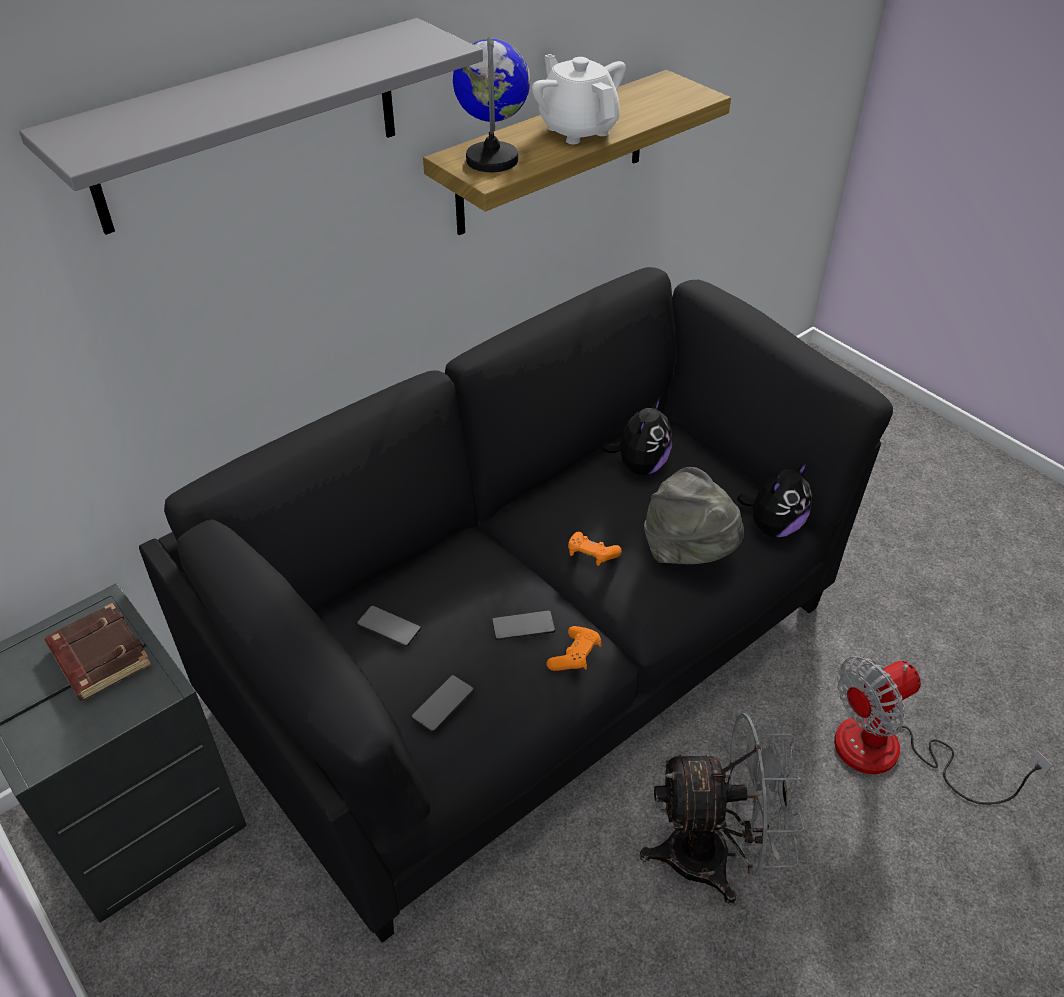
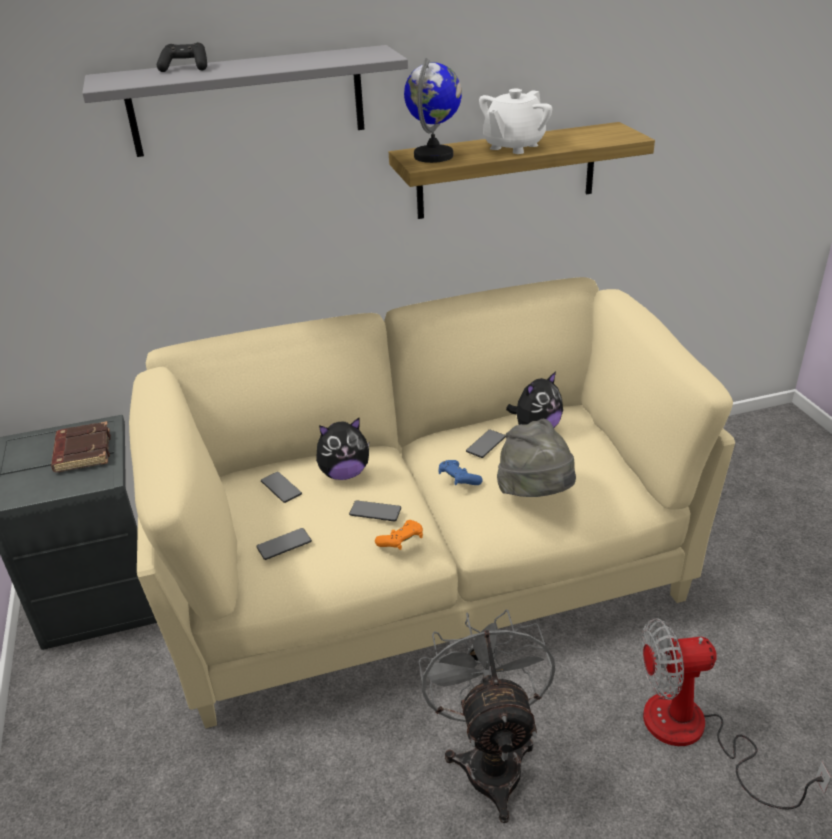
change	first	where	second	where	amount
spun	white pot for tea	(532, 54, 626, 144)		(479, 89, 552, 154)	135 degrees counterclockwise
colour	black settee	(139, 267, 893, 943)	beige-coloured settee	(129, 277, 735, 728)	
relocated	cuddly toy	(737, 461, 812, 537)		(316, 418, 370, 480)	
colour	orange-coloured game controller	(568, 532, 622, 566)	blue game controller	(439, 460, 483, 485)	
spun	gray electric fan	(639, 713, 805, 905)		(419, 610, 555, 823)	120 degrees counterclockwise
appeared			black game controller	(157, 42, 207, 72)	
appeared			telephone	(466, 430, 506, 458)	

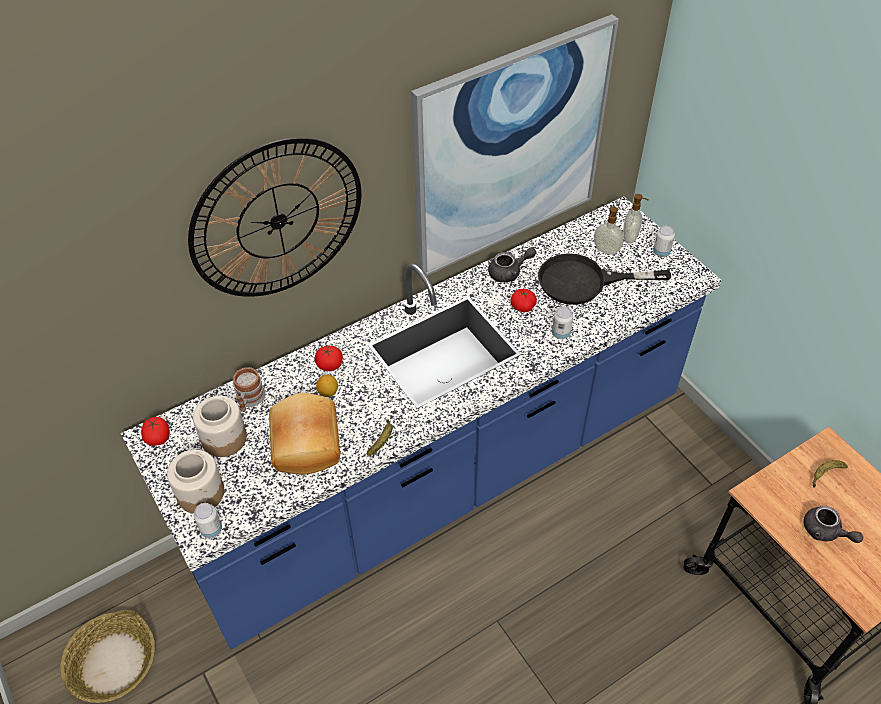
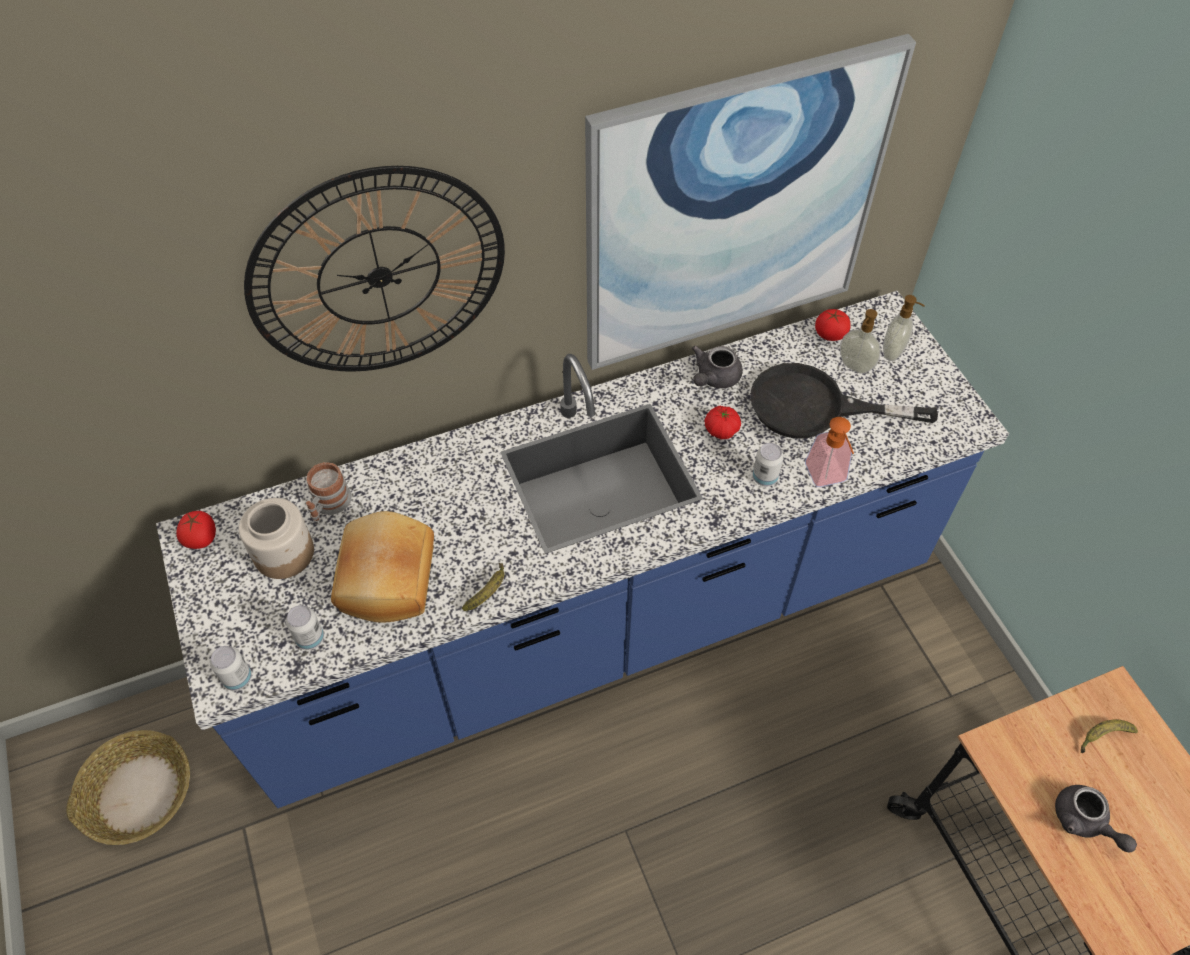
change	first	where	second	where	amount
relocated	sealed can	(653, 226, 675, 257)		(286, 605, 324, 650)	
spun	gray pot for tea	(488, 247, 536, 282)		(692, 346, 743, 388)	135 degrees clockwise
relocated	fresh tomato	(315, 346, 343, 371)		(815, 309, 851, 341)	
missing	lemon	(316, 375, 338, 397)			
missing	storage jar	(167, 450, 224, 513)			
appeared			soap bottle	(805, 417, 854, 487)	

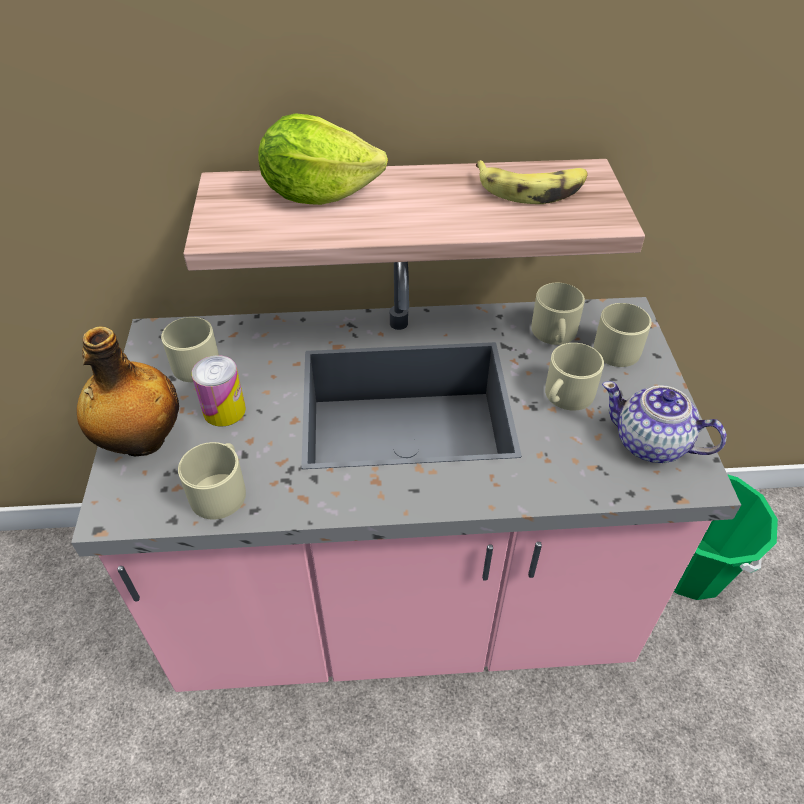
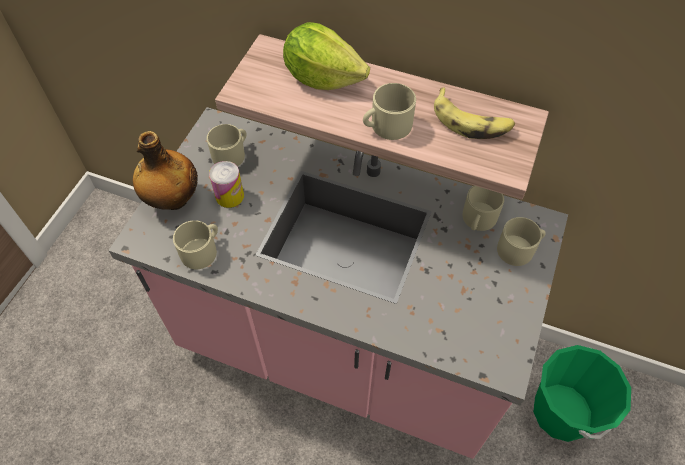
change	first	where	second	where	amount
relocated	beige-coloured tea mug	(545, 343, 604, 411)		(363, 83, 416, 140)	
missing	pot for tea	(602, 381, 727, 463)			

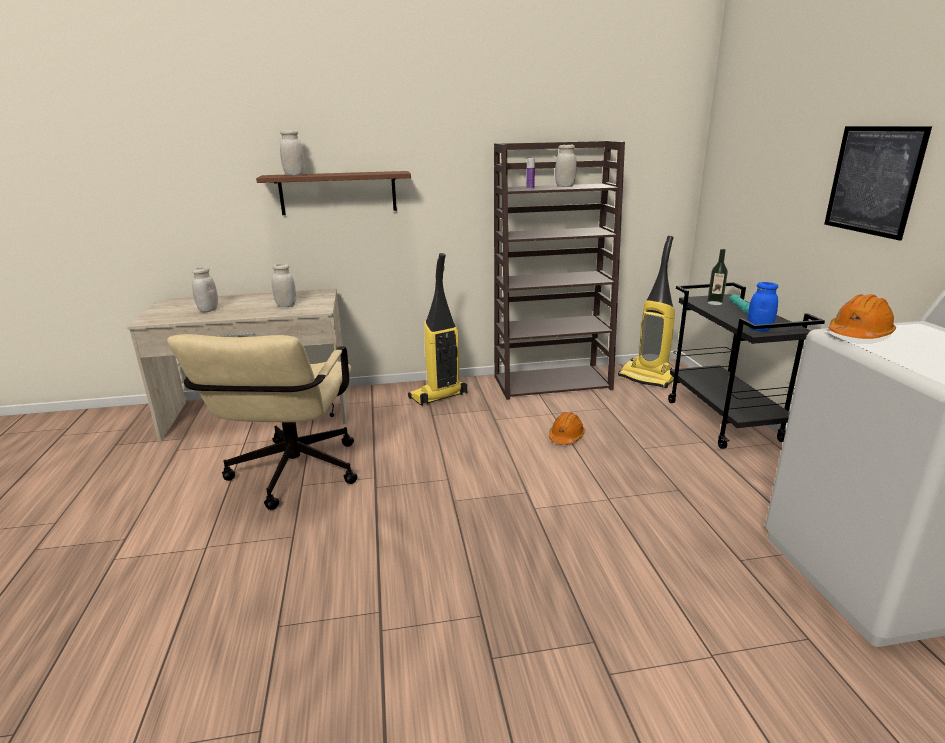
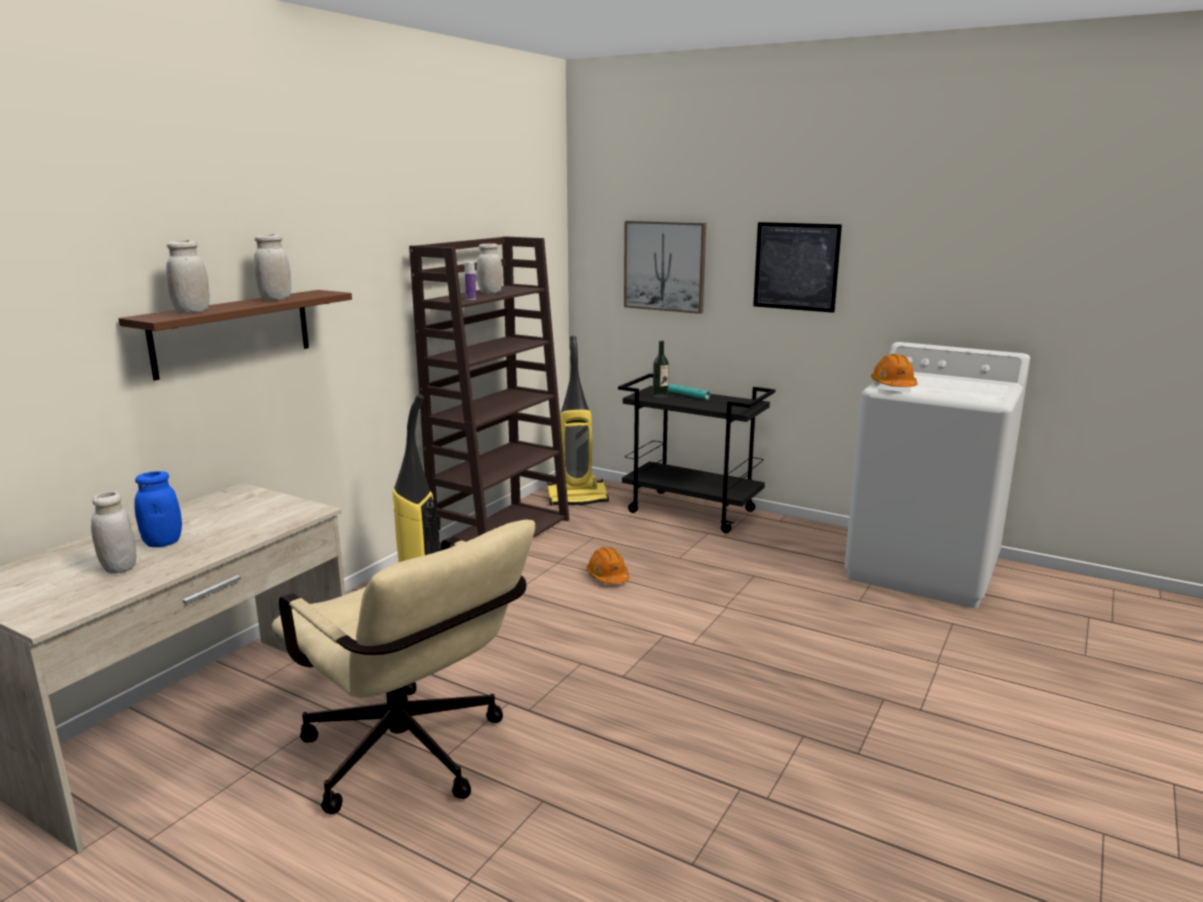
change	first	where	second	where	amount
relocated	white storage jar	(272, 264, 296, 307)		(254, 234, 291, 300)	
relocated	blue storage jar	(748, 282, 778, 331)		(134, 471, 182, 547)	
appeared			picture	(624, 221, 706, 314)	

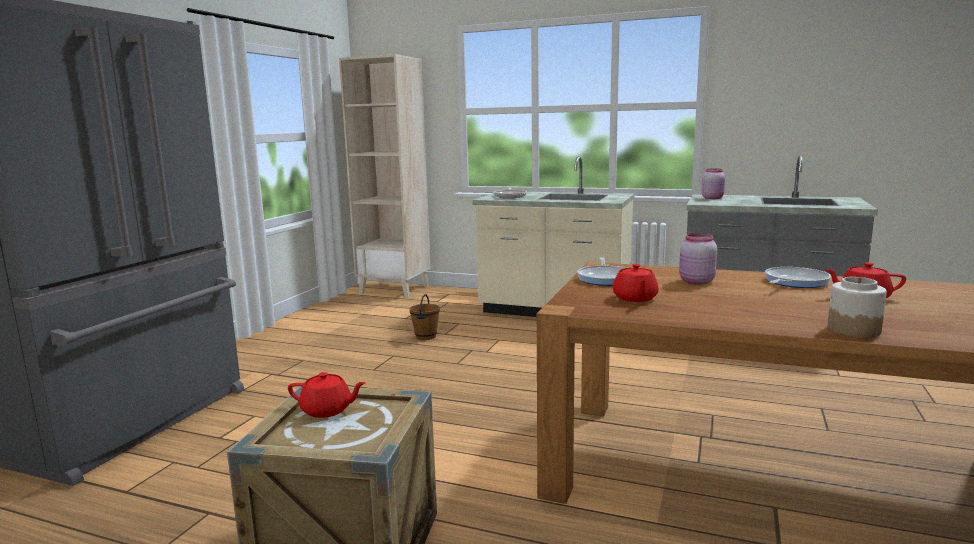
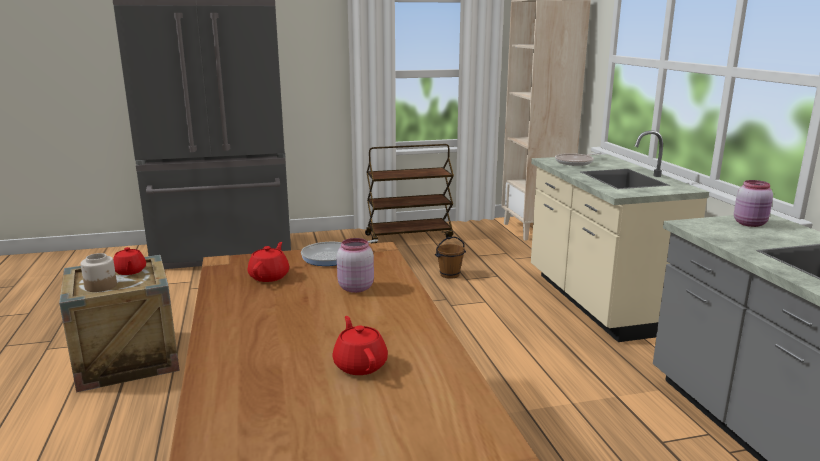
change	first	where	second	where	amount
spun	red pot for tea	(613, 264, 659, 302)		(248, 242, 289, 282)	135 degrees clockwise
missing	frying pan	(765, 267, 831, 288)			
relocated	storage jar	(827, 277, 887, 338)		(81, 253, 117, 292)	
appeared			brownish cart	(365, 144, 454, 243)	

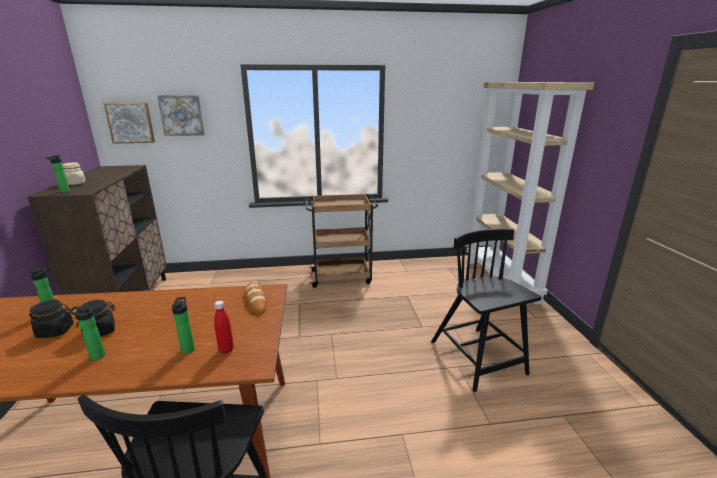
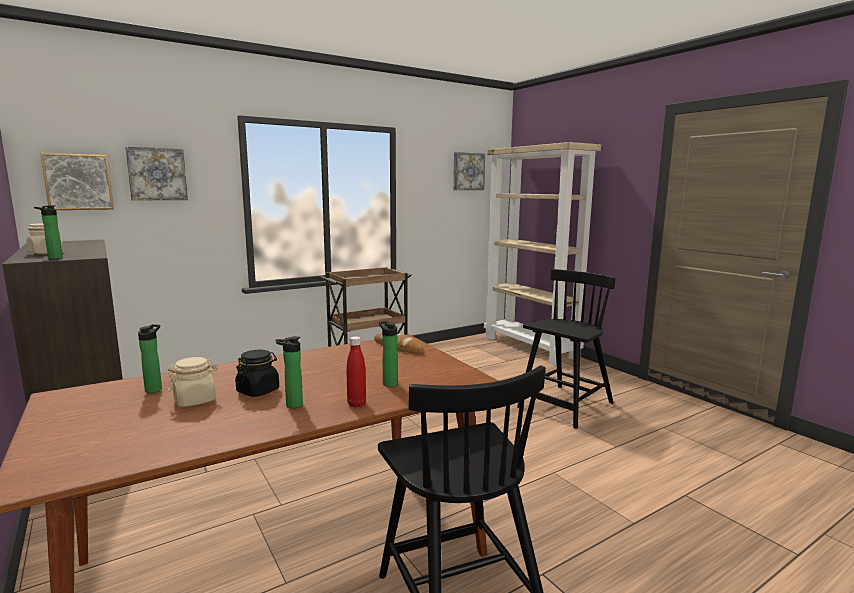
change	first	where	second	where	amount
spun	black upright chair	(431, 228, 542, 392)		(517, 269, 615, 429)	90 degrees clockwise
colour	black storage jar	(29, 300, 74, 338)	beige-coloured storage jar	(168, 357, 218, 407)	
relocated	red bottle	(214, 301, 233, 354)		(347, 336, 366, 408)	
appeared			picture	(453, 152, 485, 190)	

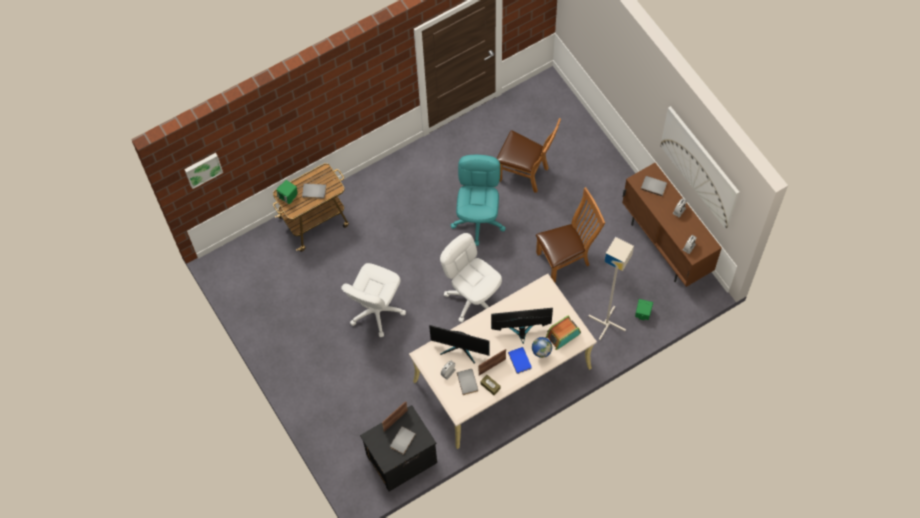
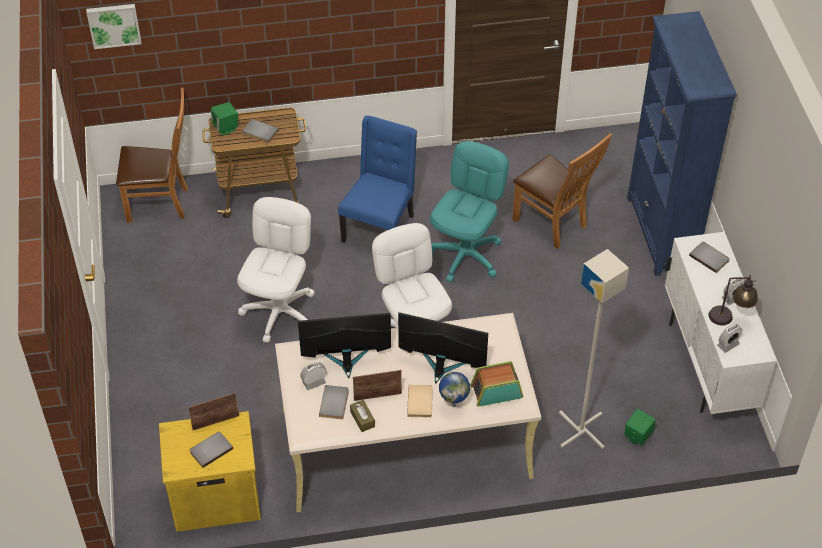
change	first	where	second	where	amount
missing	picture	(660, 106, 740, 229)			
colour	brownish cabinet	(622, 163, 722, 287)	white cabinet	(665, 232, 776, 414)	
relocated	brownish upright chair	(536, 187, 605, 282)		(116, 88, 188, 223)	
spun	white office chair	(341, 263, 406, 337)		(237, 197, 315, 343)	150 degrees clockwise
spun	monitor	(429, 325, 490, 364)		(298, 313, 391, 378)	135 degrees clockwise
colour	blue book	(508, 347, 532, 374)	beige-coloured book	(407, 385, 433, 418)	
colour	black nightstand	(360, 405, 437, 492)	yellowish nightstand	(159, 411, 261, 532)	
appeared			blue bookcase	(627, 11, 737, 276)	
appeared			blue upright chair	(338, 116, 417, 243)	
appeared			tabletop lamp	(709, 275, 758, 326)	

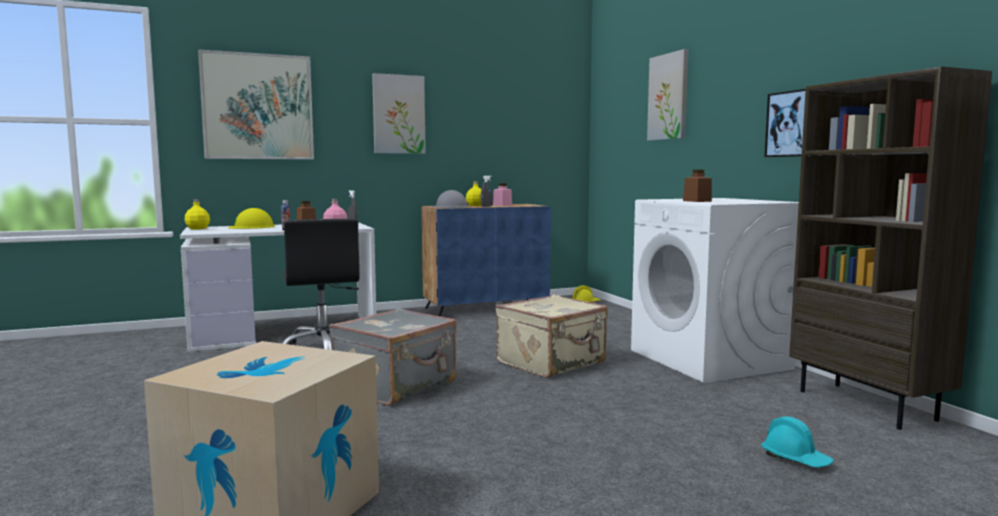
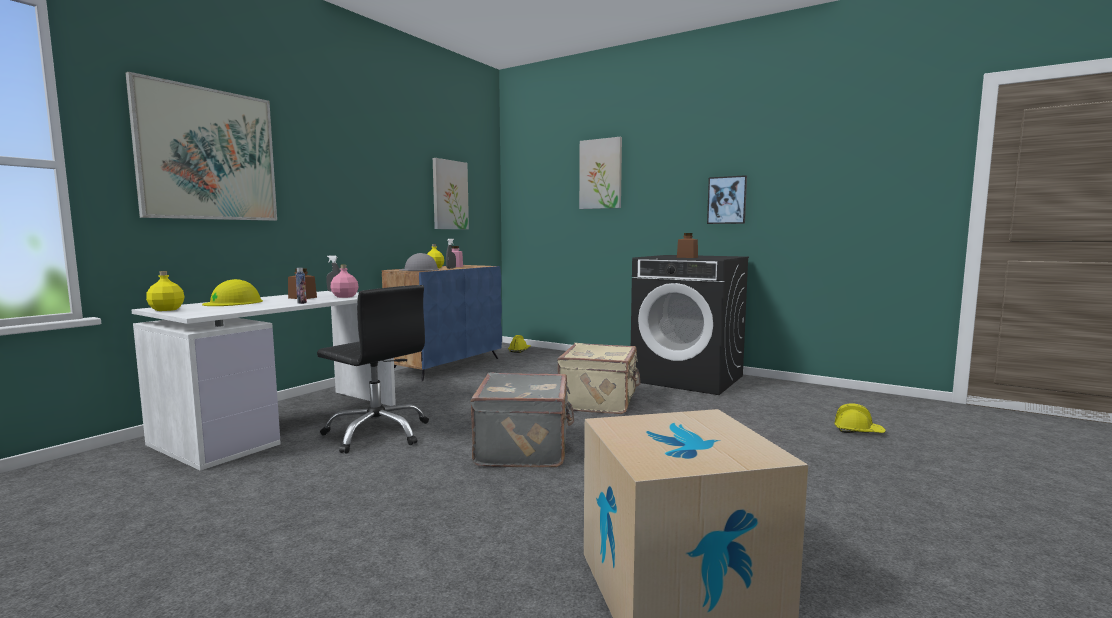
change	first	where	second	where	amount
missing	brownish bookcase	(789, 67, 992, 430)			
relocated	picture	(372, 73, 426, 154)		(433, 158, 469, 229)	
colour	white laundry appliance	(631, 198, 799, 383)	black laundry appliance	(631, 255, 749, 395)	
colour	blue-green safety helmet	(761, 417, 834, 468)	yellowish safety helmet	(834, 403, 886, 433)	

